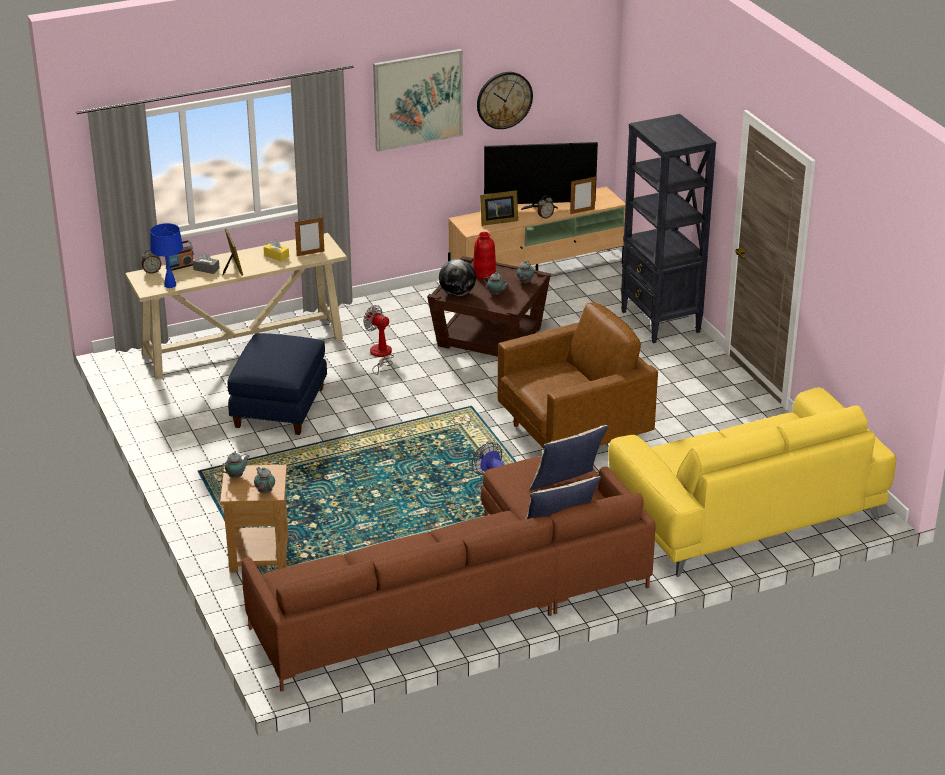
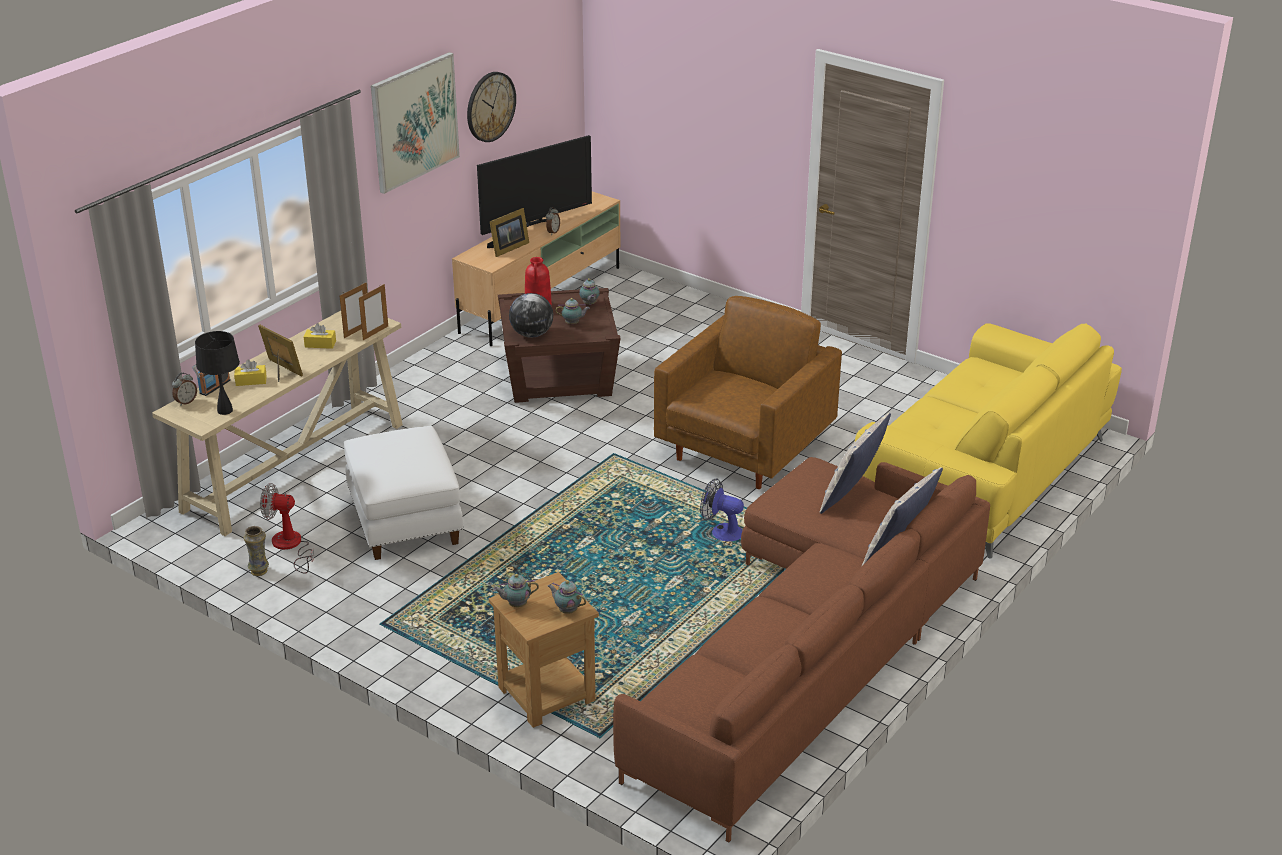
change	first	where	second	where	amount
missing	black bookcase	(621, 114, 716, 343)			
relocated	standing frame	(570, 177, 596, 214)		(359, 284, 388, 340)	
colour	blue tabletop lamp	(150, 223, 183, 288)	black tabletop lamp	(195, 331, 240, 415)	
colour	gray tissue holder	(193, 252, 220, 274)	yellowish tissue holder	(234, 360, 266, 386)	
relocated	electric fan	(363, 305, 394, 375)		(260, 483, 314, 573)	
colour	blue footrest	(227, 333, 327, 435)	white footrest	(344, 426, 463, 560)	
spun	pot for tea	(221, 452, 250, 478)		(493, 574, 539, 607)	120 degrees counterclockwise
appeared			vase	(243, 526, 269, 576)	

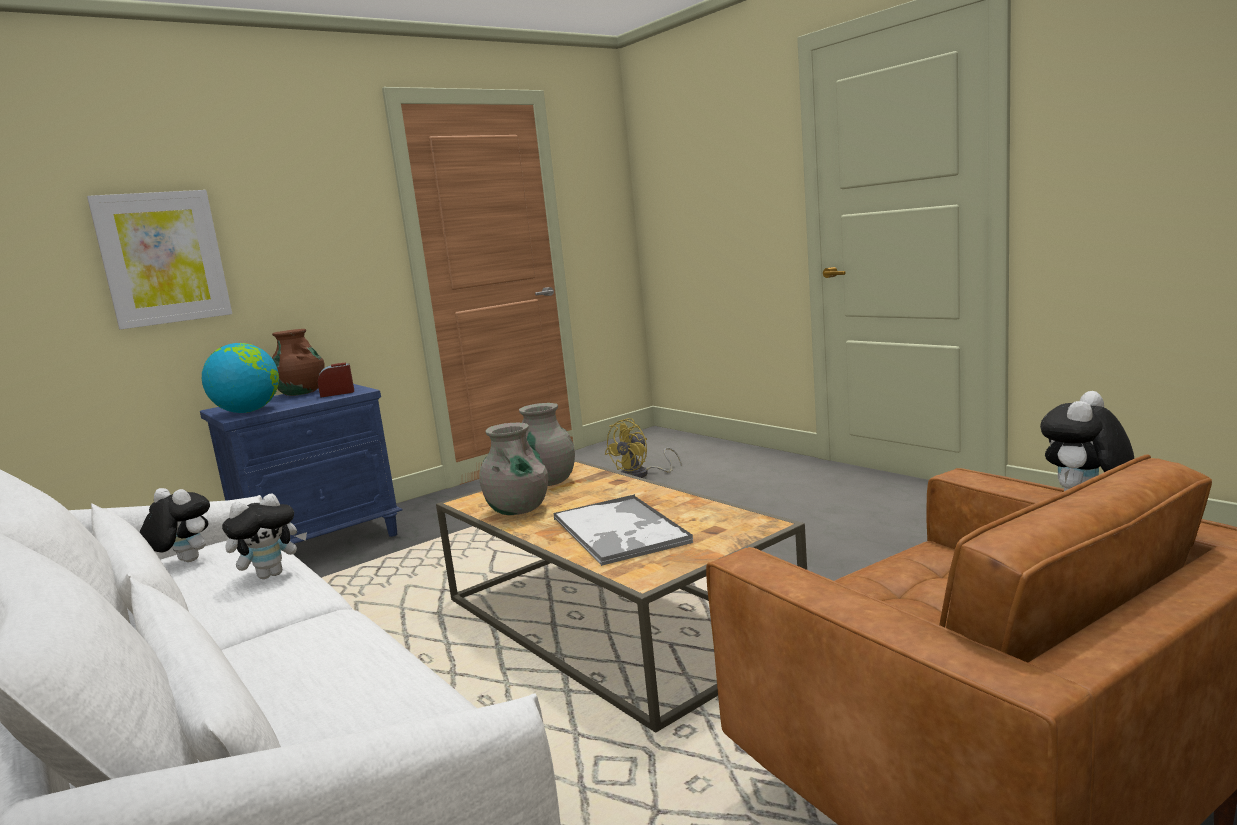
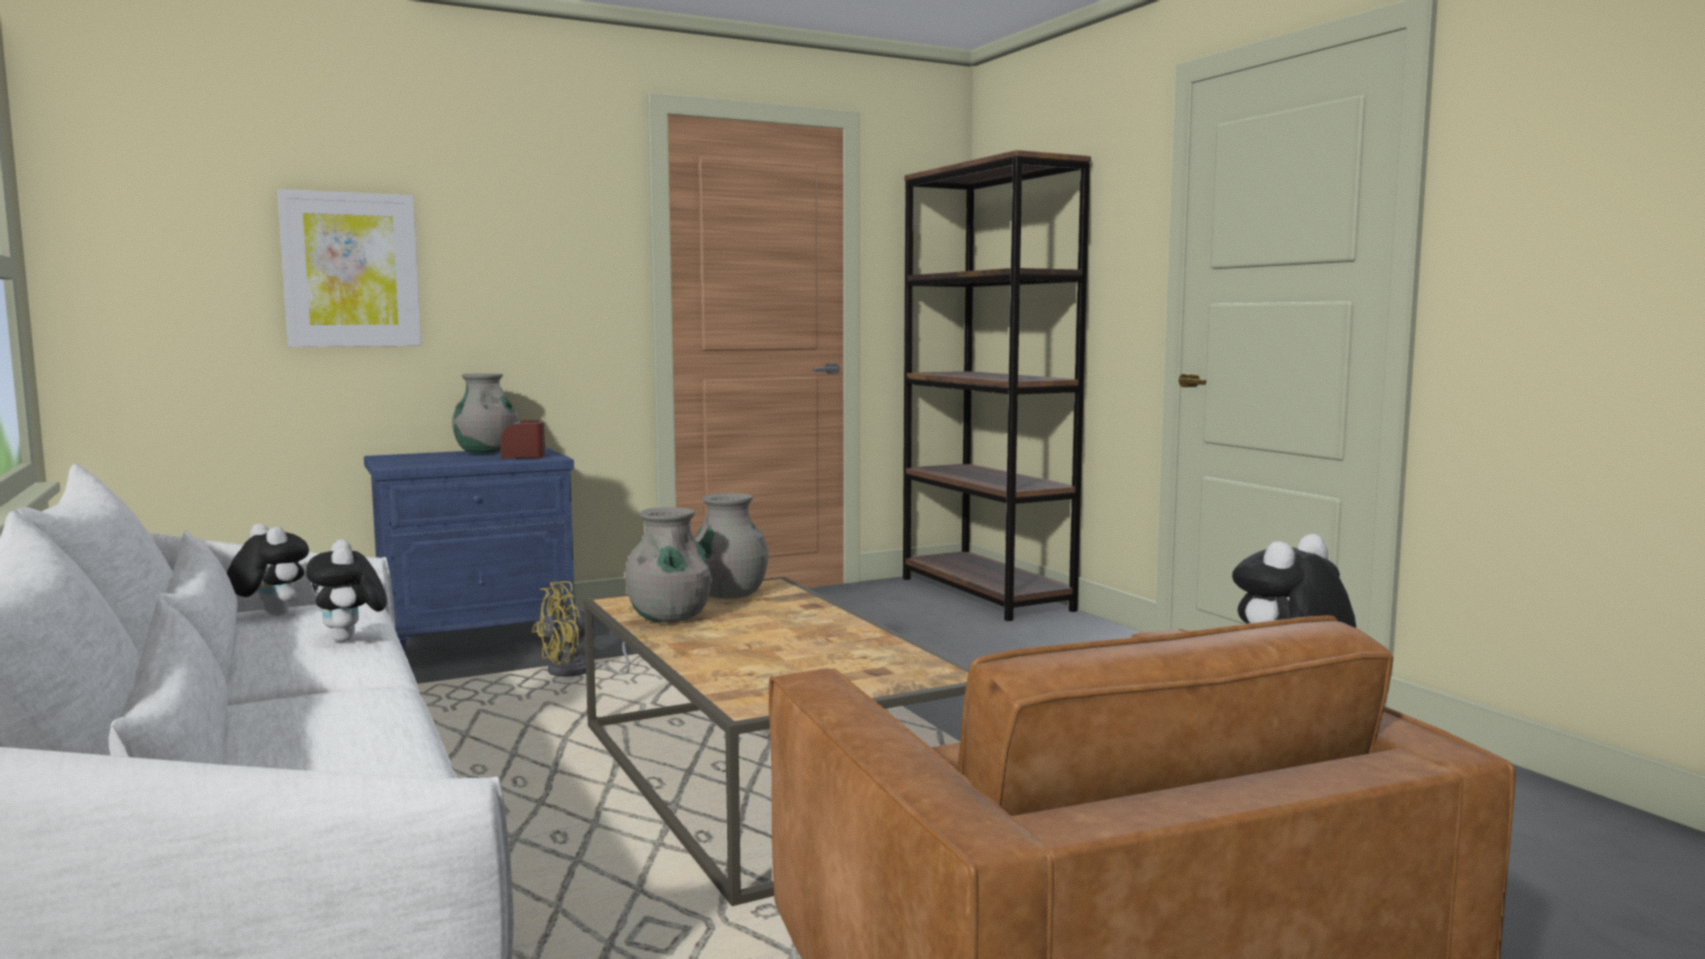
change	first	where	second	where	amount
colour	brownish vase	(272, 329, 324, 396)	gray vase	(452, 373, 519, 454)	
missing	desk globe	(202, 343, 279, 413)			
relocated	yellowish electric fan	(605, 418, 682, 478)		(532, 581, 652, 677)	
spun	cuddly toy	(222, 493, 307, 579)		(306, 539, 387, 642)	90 degrees clockwise
missing	tray	(553, 494, 693, 566)			
appeared			brownish bookcase	(903, 150, 1091, 621)	

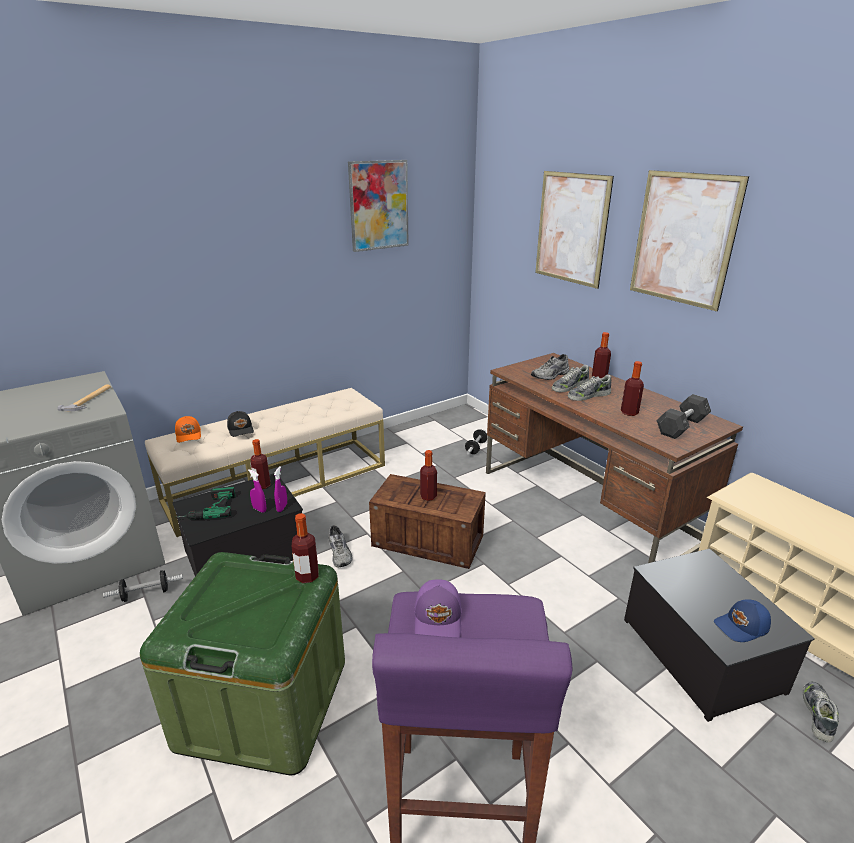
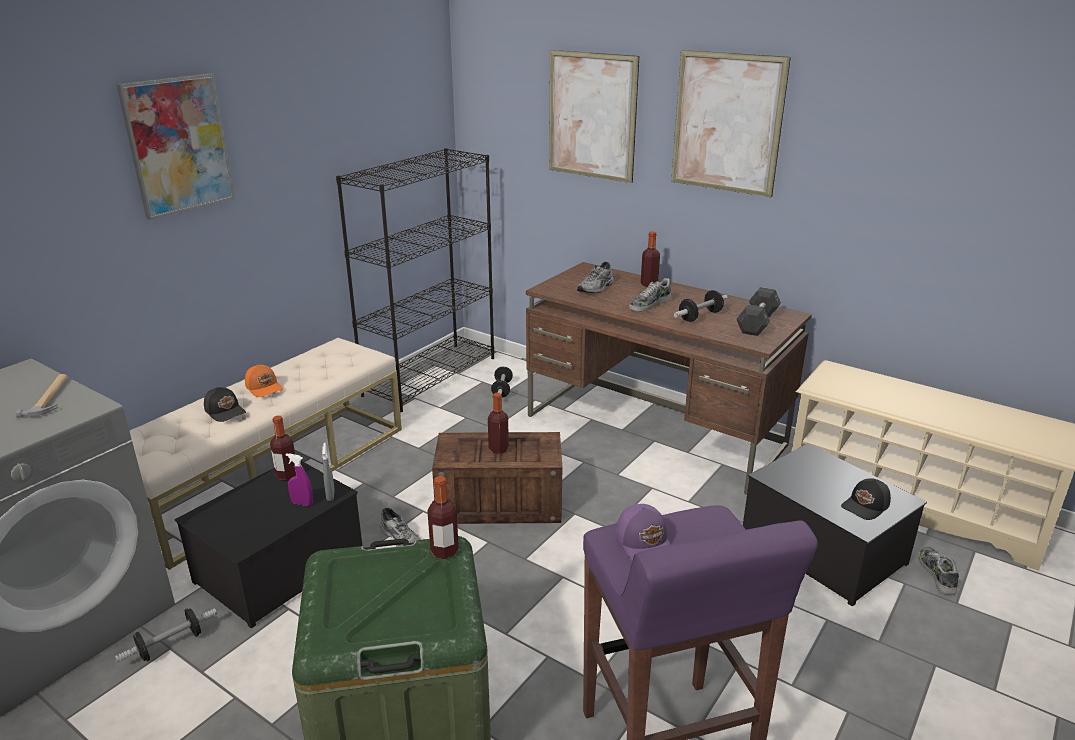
change	first	where	second	where	amount
relocated	picture	(348, 160, 409, 252)		(116, 73, 235, 220)	
exchanged	bottle	(621, 361, 644, 416)	hand weight	(674, 290, 728, 322)	
missing	shoe	(552, 365, 589, 392)			
relocated	orange-coloured peaked cap	(175, 416, 201, 443)		(245, 365, 283, 397)	
colour	purplish sprayer	(274, 466, 287, 512)	gray sprayer	(322, 443, 334, 501)	
missing	power drill	(178, 486, 236, 520)			
colour	blue peaked cap	(714, 599, 771, 642)	black peaked cap	(841, 478, 891, 520)	
appeared			black bookcase	(336, 148, 494, 412)	

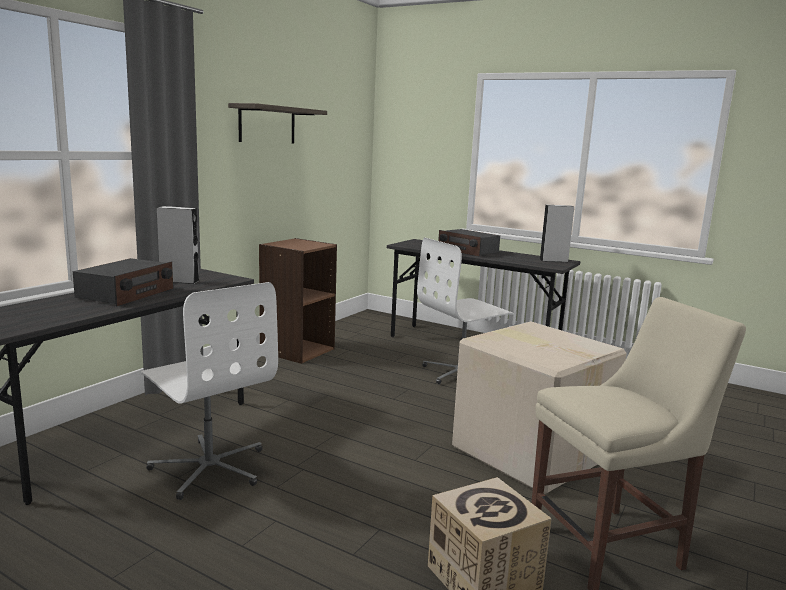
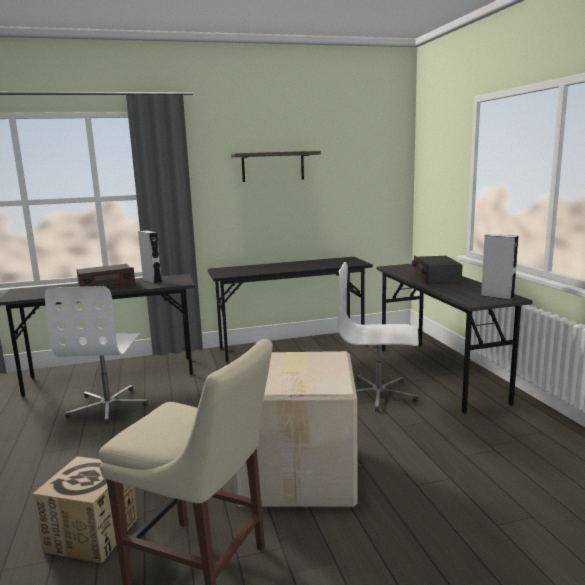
change	first	where	second	where	amount
exchanged	brownish bookcase	(259, 238, 337, 364)	black desk unit	(208, 257, 373, 363)	

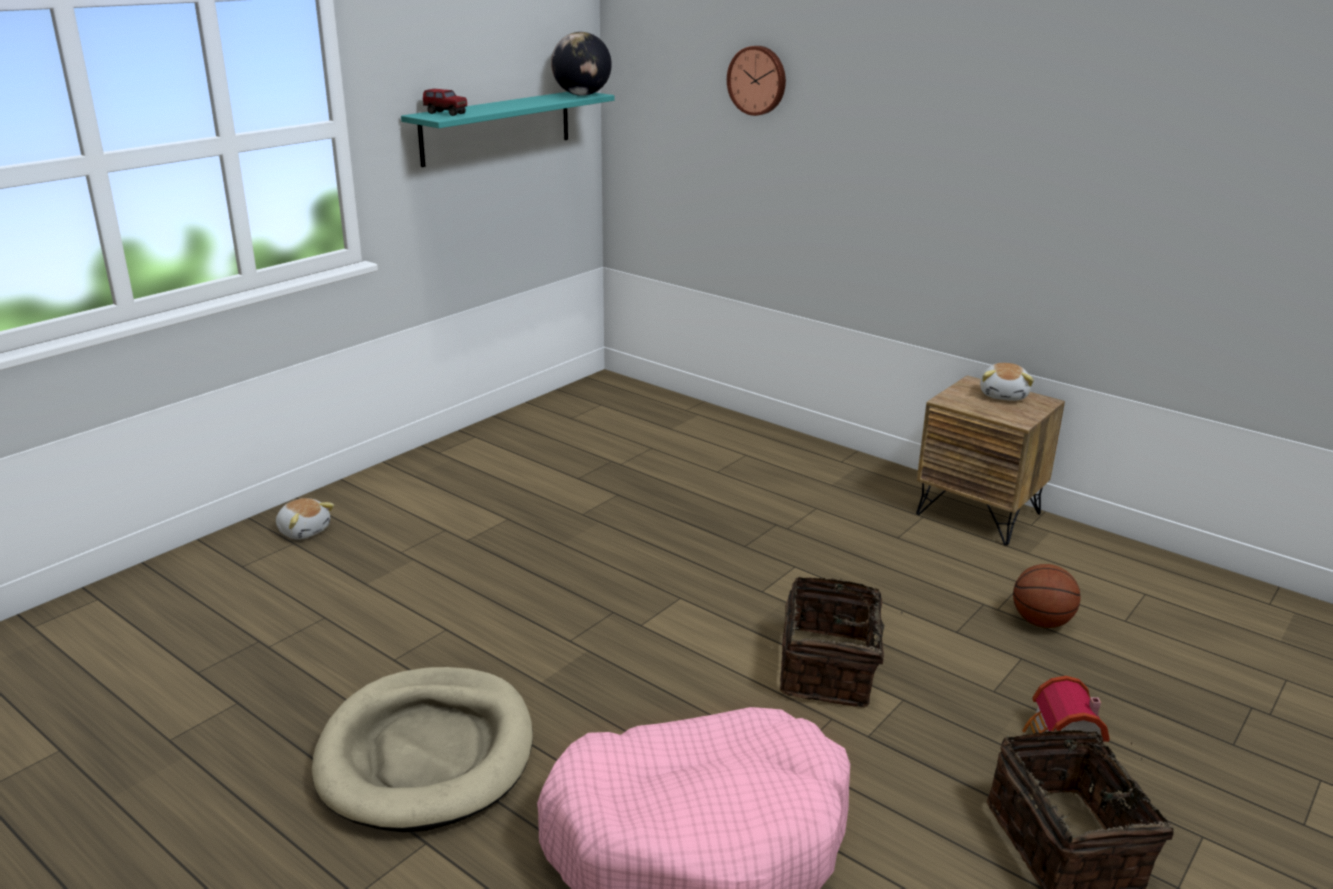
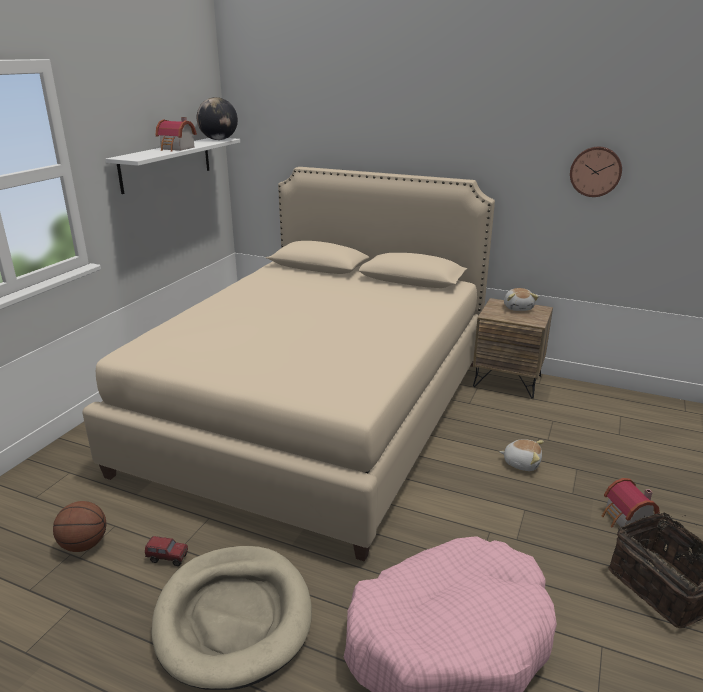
change	first	where	second	where	amount
relocated	hanging clock	(727, 46, 786, 116)		(570, 147, 622, 197)	
relocated	toy truck	(423, 89, 467, 116)		(145, 536, 188, 566)	
colour	blue-green shelf	(401, 92, 614, 167)	white shelf	(106, 138, 240, 194)	
relocated	cuddly toy	(276, 498, 334, 540)		(499, 439, 544, 471)	
relocated	basketball ball	(1013, 564, 1081, 628)		(53, 501, 106, 552)	
missing	basket	(780, 576, 905, 707)			
appeared			miniature house	(156, 117, 197, 151)	
appeared			beige-coloured sleeping bed	(82, 167, 495, 562)	

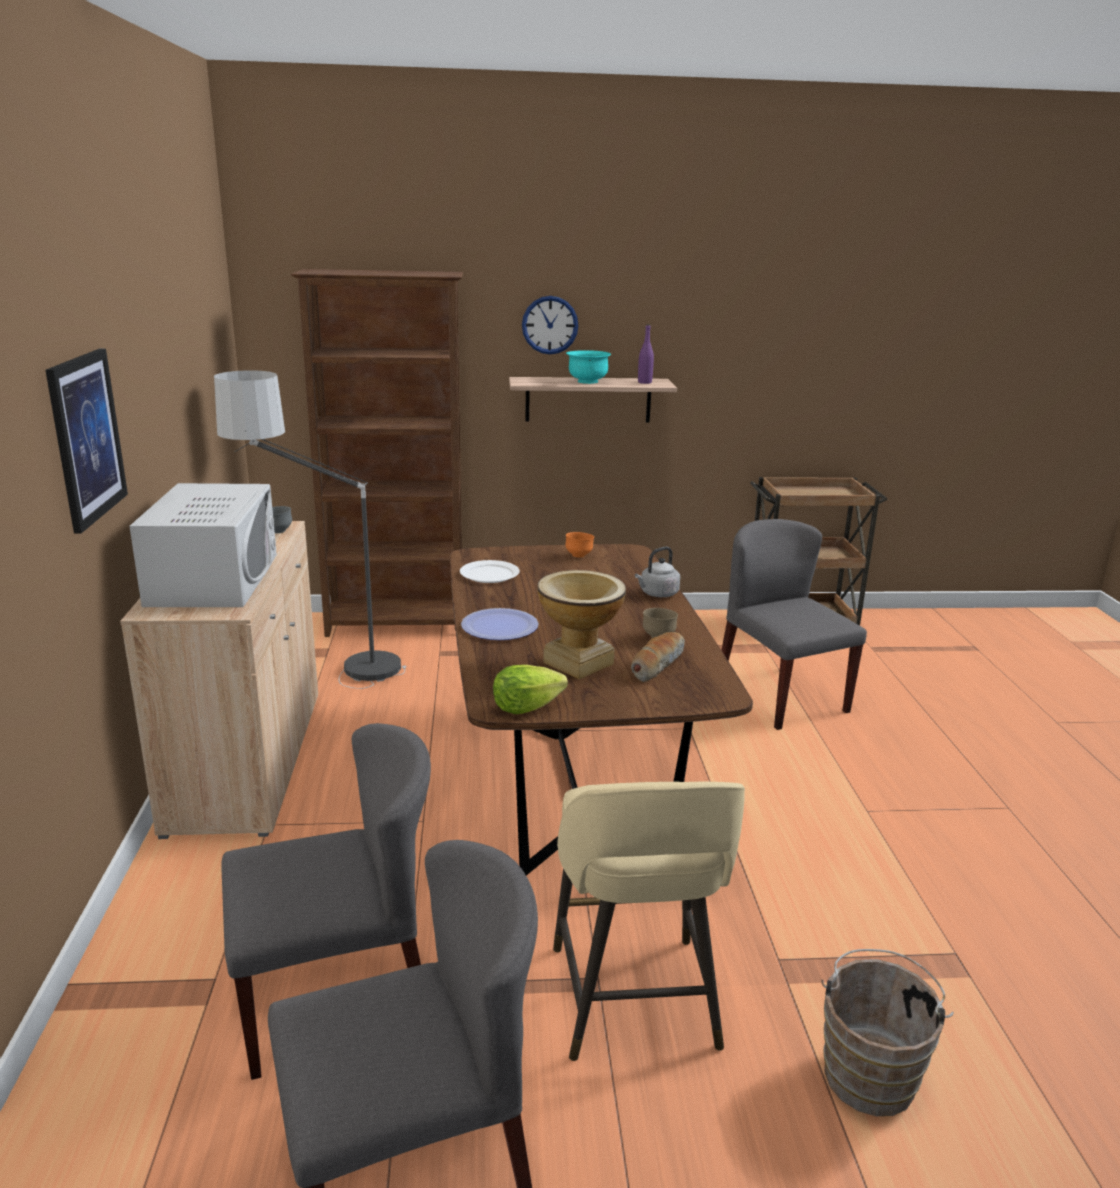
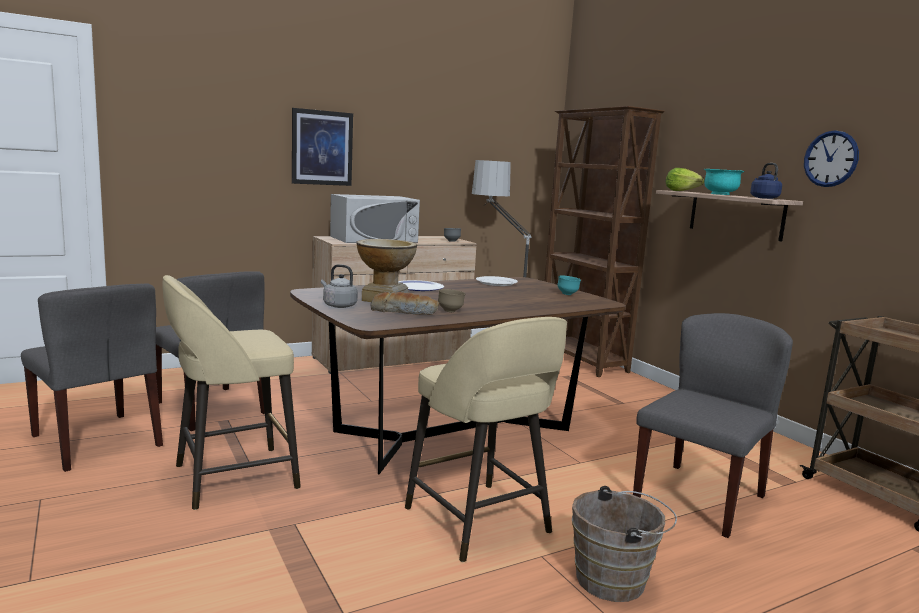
change	first	where	second	where	amount
relocated	hanging clock	(522, 296, 579, 354)		(804, 130, 859, 187)	
exchanged	purplish bottle	(638, 324, 654, 384)	blue water kettle	(750, 163, 782, 199)	
colour	orange-coloured deep dish	(565, 532, 594, 558)	blue-green deep dish	(557, 276, 581, 295)	
relocated	gray water kettle	(635, 547, 680, 597)		(321, 264, 358, 308)	
relocated	lettuce head	(493, 665, 568, 714)		(665, 168, 704, 191)	
relocated	brownish pail	(821, 949, 954, 1116)		(572, 486, 677, 602)	
appeared			beige-coloured sitting stool	(405, 317, 567, 562)	

